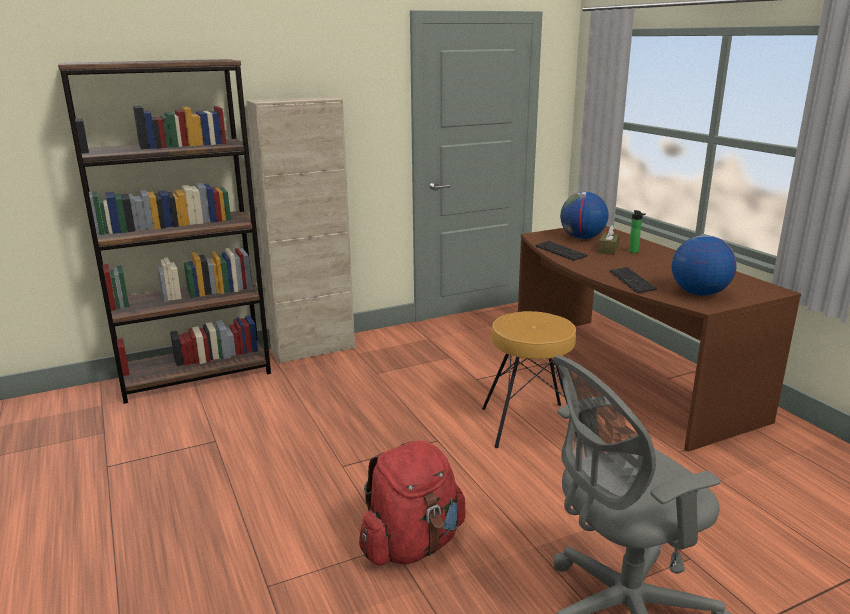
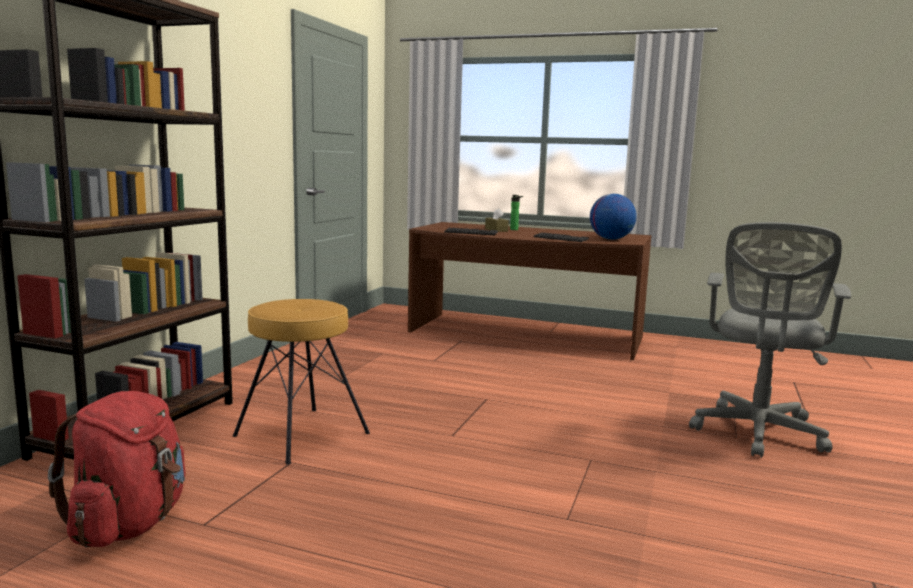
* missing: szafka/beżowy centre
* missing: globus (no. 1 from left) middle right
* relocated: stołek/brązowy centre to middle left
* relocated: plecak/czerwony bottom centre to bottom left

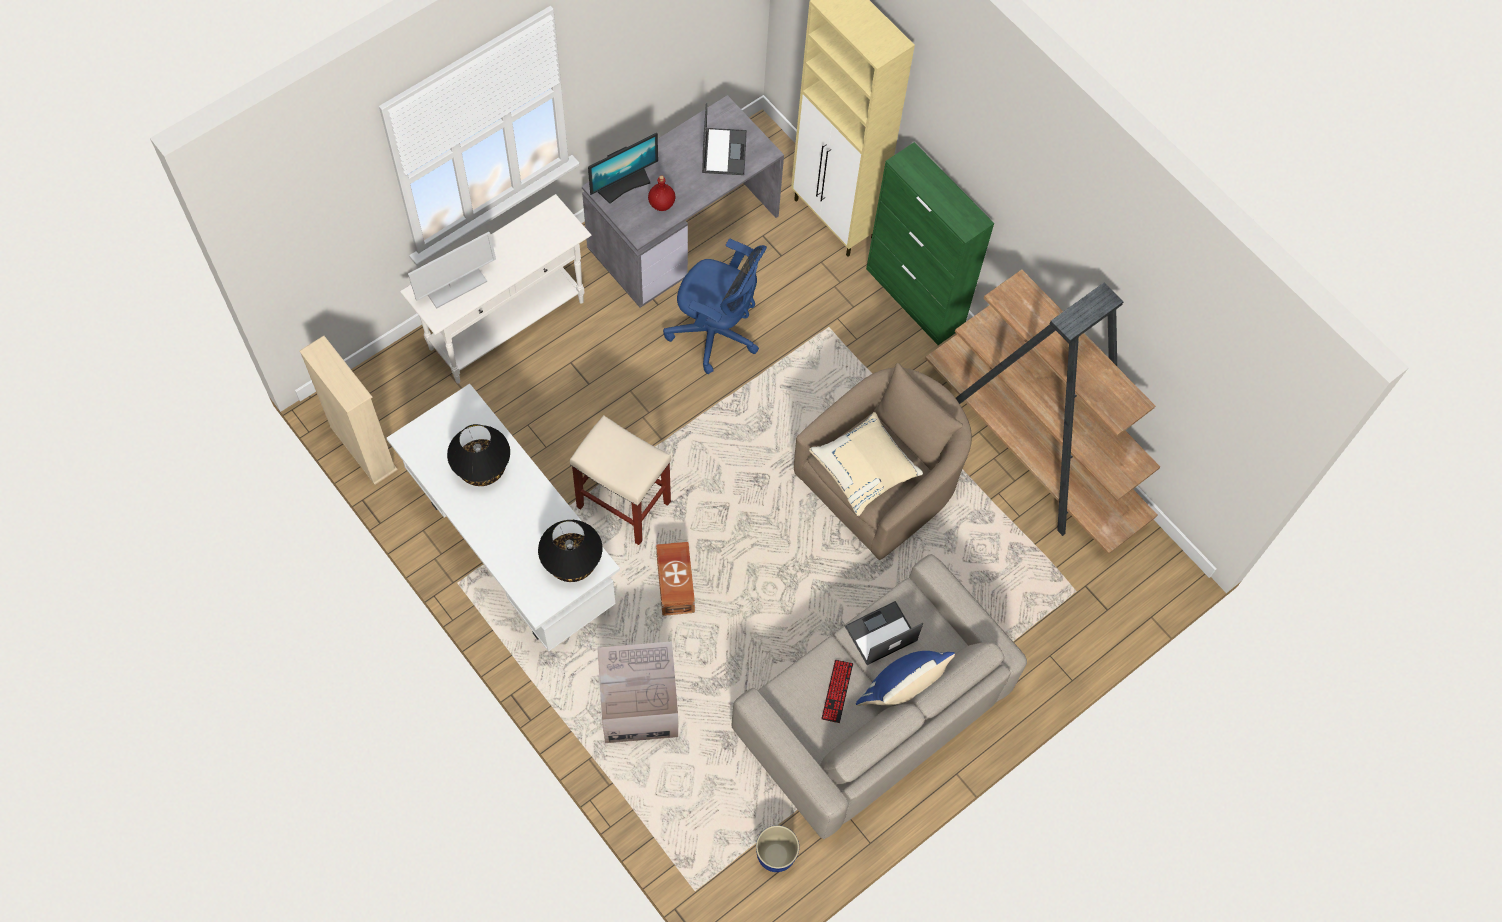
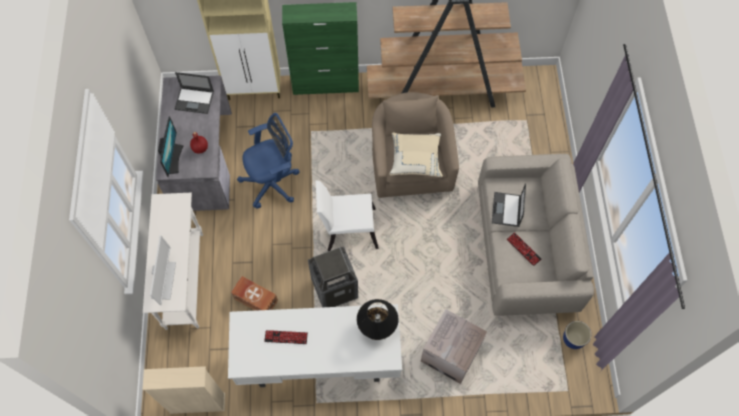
* spun: laptop (no. 1 from left) top centre = top left 150 degrees clockwise
* exchanged: stołek/beżowy centre to kosz na śmieci centre
* exchanged: lampa stołowa/czarny (no. 1 from left) middle left to klawiatura (no. 1 from left) bottom centre
* relocated: pojemnik do przechowywania/brązowy centre to bottom centre
* missing: poduszka/niebieski bottom centre
* appeared: krzesło/biały centre

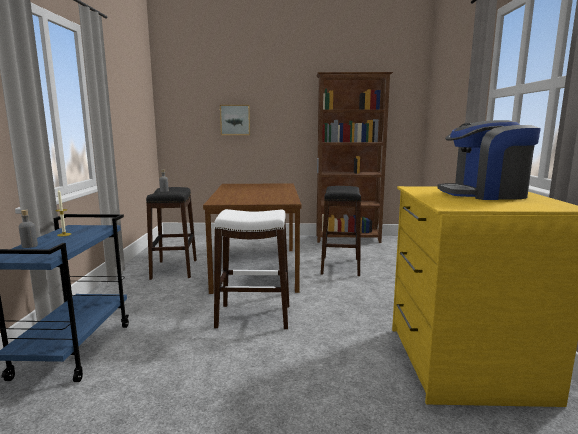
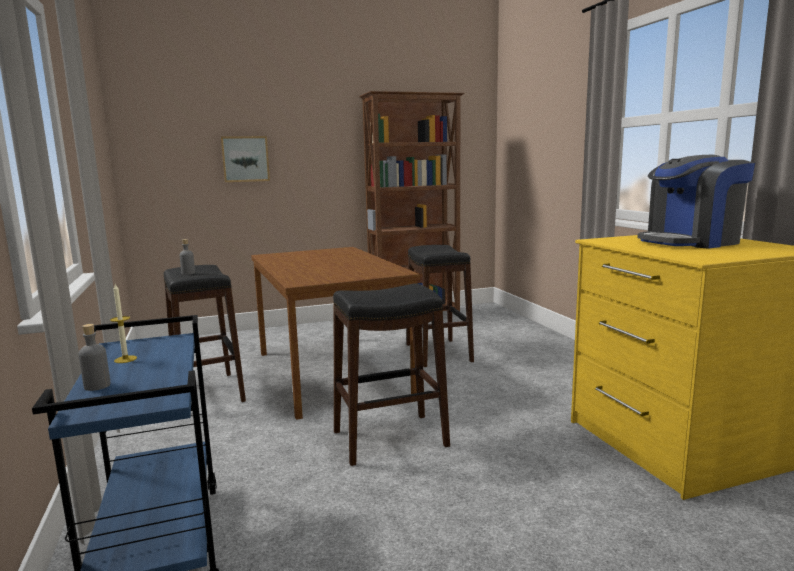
* colour: stołek/biały centre to stołek/czarny (no. 2 from left) centre

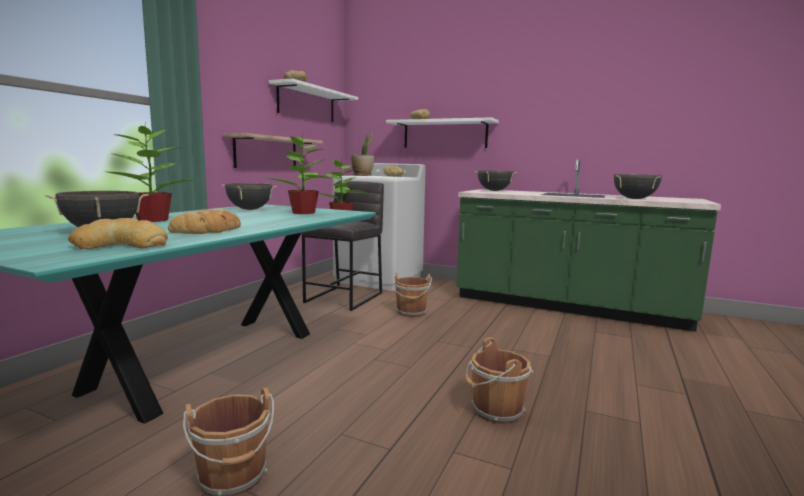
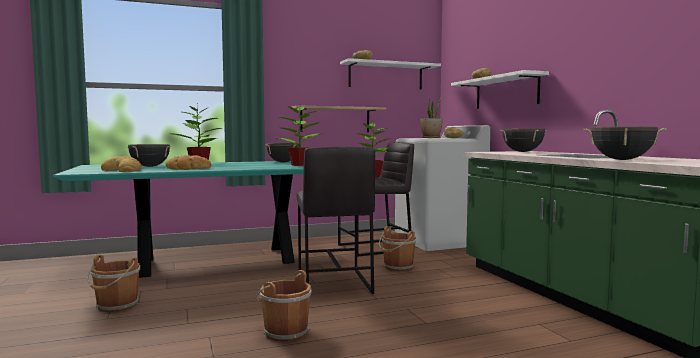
* appeared: stołek/szary (no. 1 from left) centre

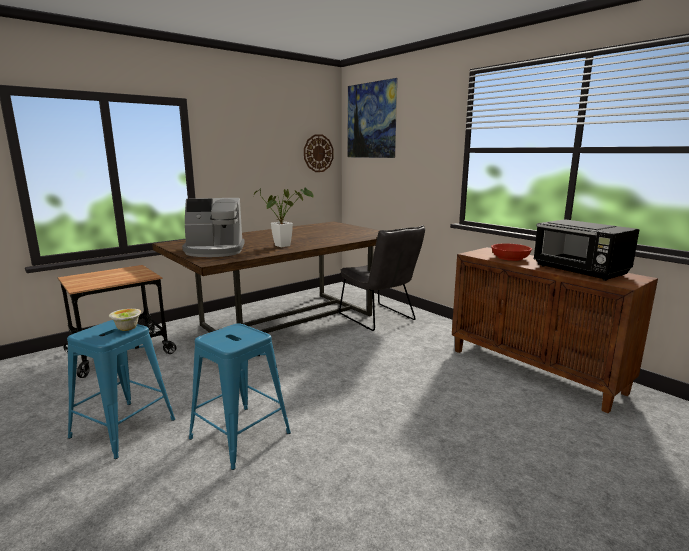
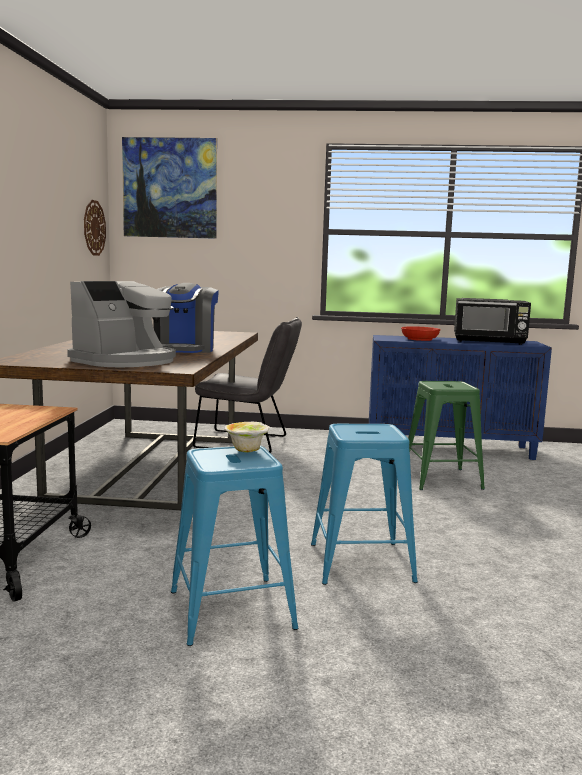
* exchanged: roślina doniczkowa centre to ekspres do kawy (no. 2 from left) middle left
* colour: szafka/brązowy middle right to szafka/niebieski middle right
* appeared: stołek/zielony middle right

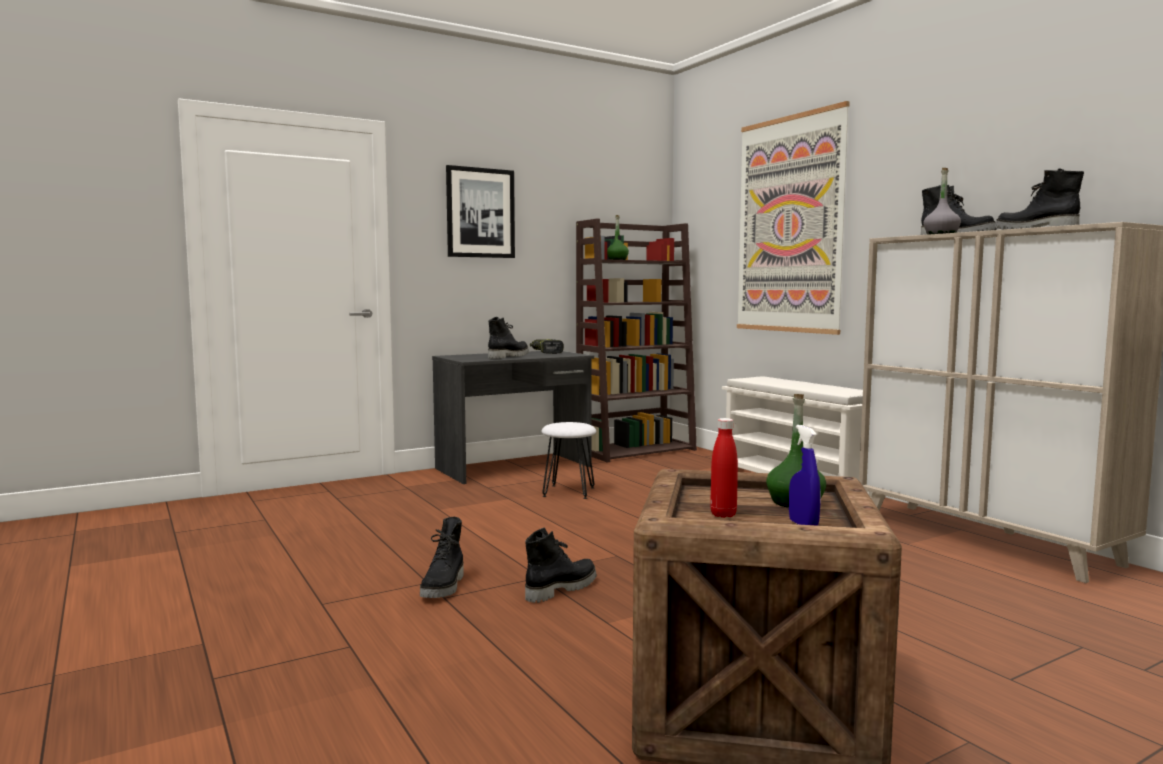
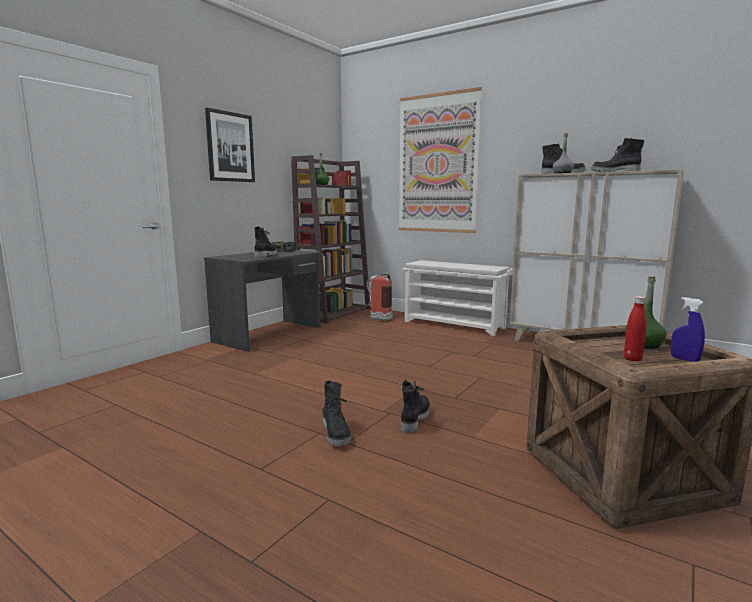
* missing: stołek/biały centre
* appeared: gaśnica centre

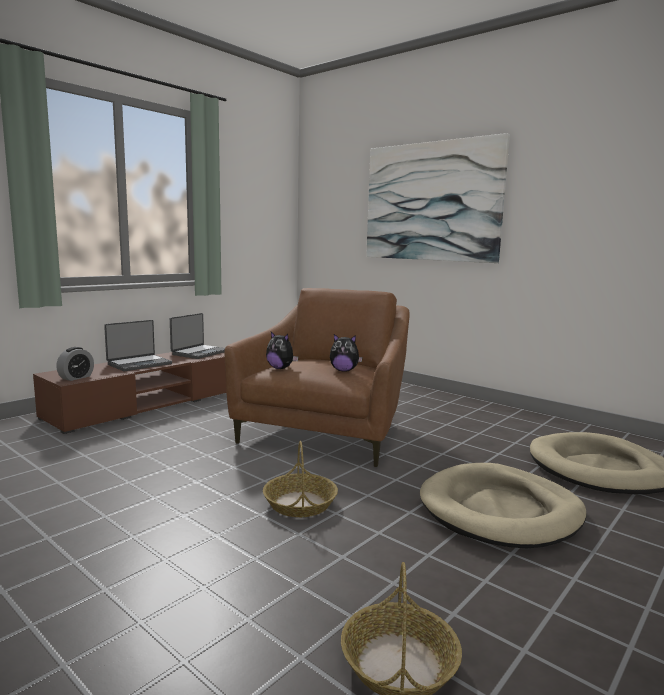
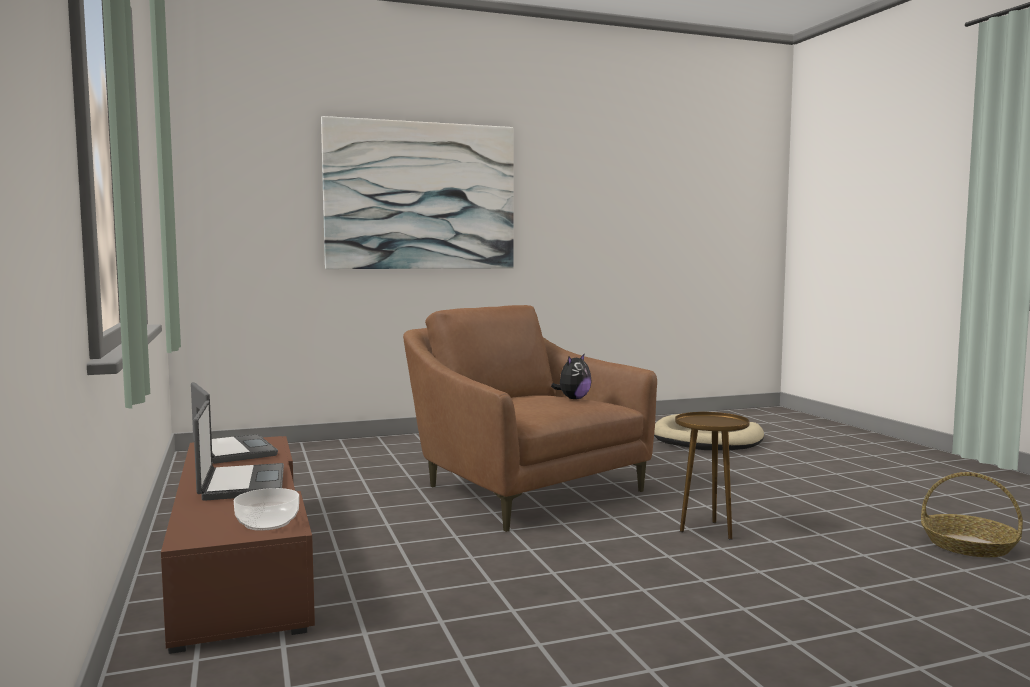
* missing: pluszak (no. 1 from left) centre
* exchanged: budzik middle left to miska bottom left
* exchanged: koszyk (no. 1 from left) bottom centre to stolik/brązowy bottom right
* missing: legowisko/beżowy (no. 1 from left) bottom right

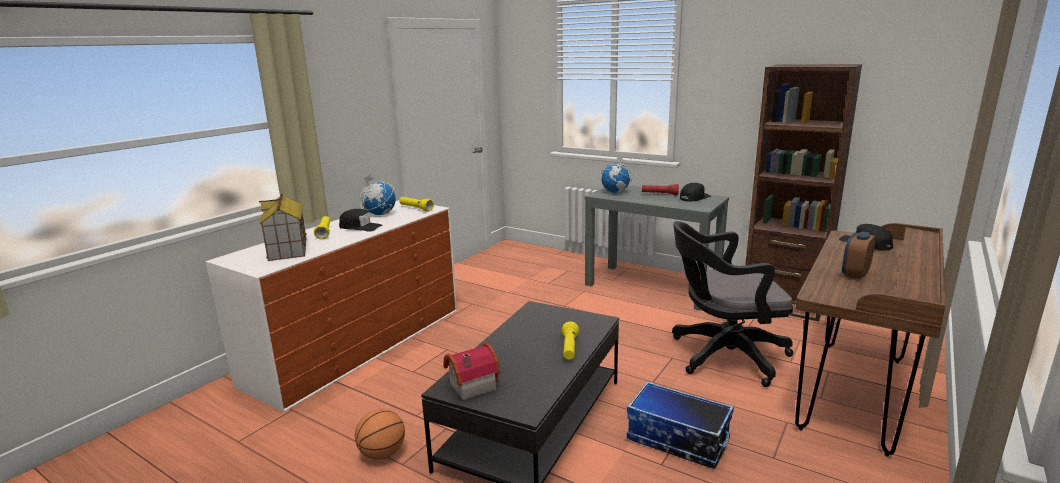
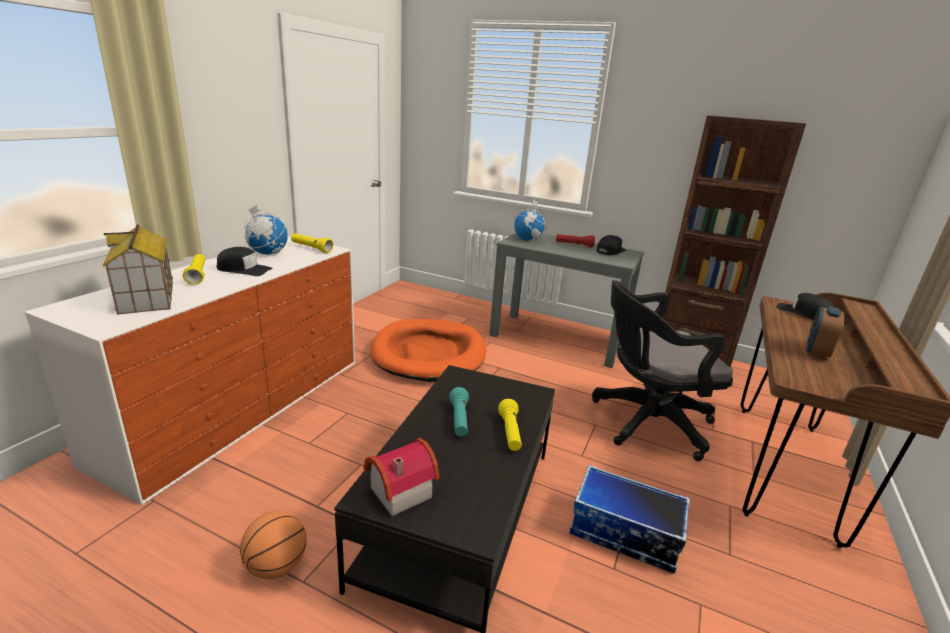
* appeared: legowisko/pomarańczowy centre
* appeared: latarka/turkusowy centre

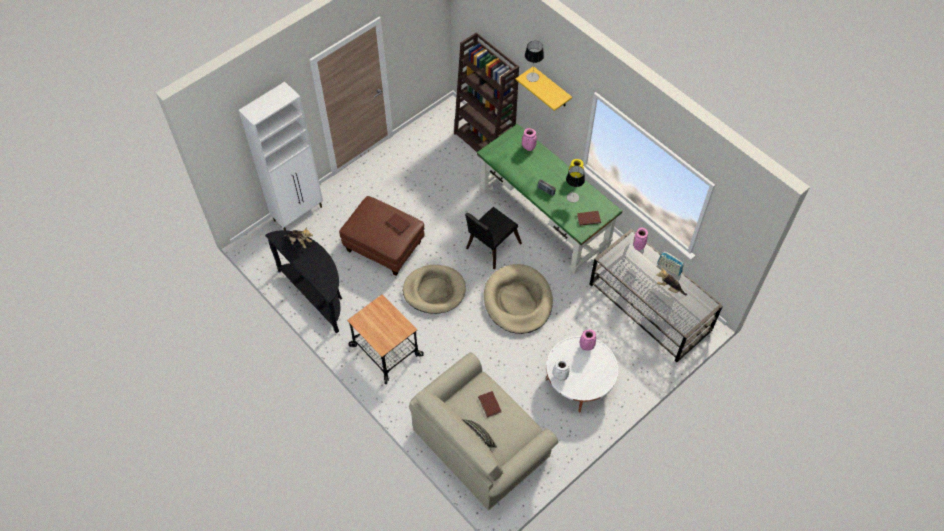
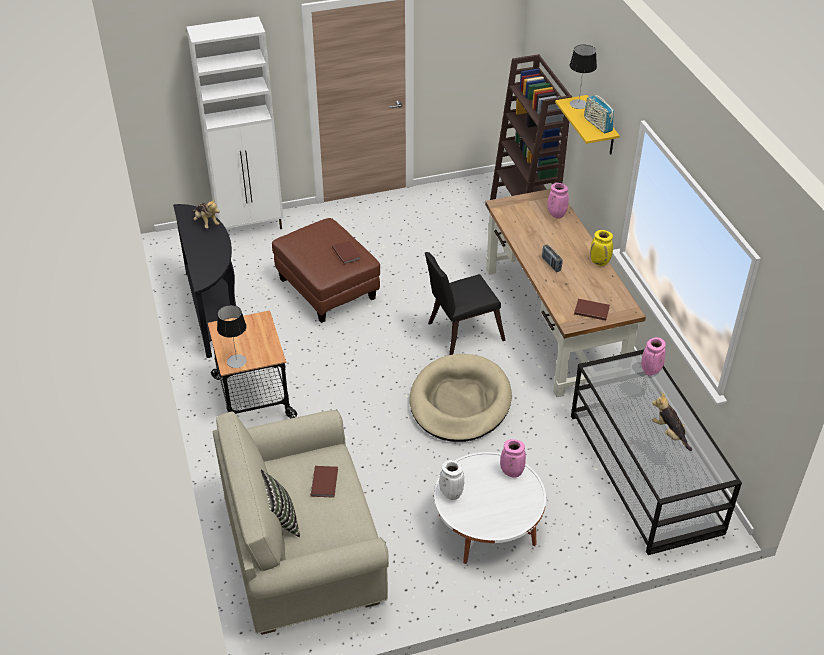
* colour: biurko/zielony centre to biurko/brązowy middle right
* relocated: lampa stołowa (no. 2 from left in the first image) centre to lampa stołowa (no. 1 from left) middle left
* relocated: radio (no. 2 from left) middle right to top right
* missing: legowisko/beżowy (no. 1 from left) centre

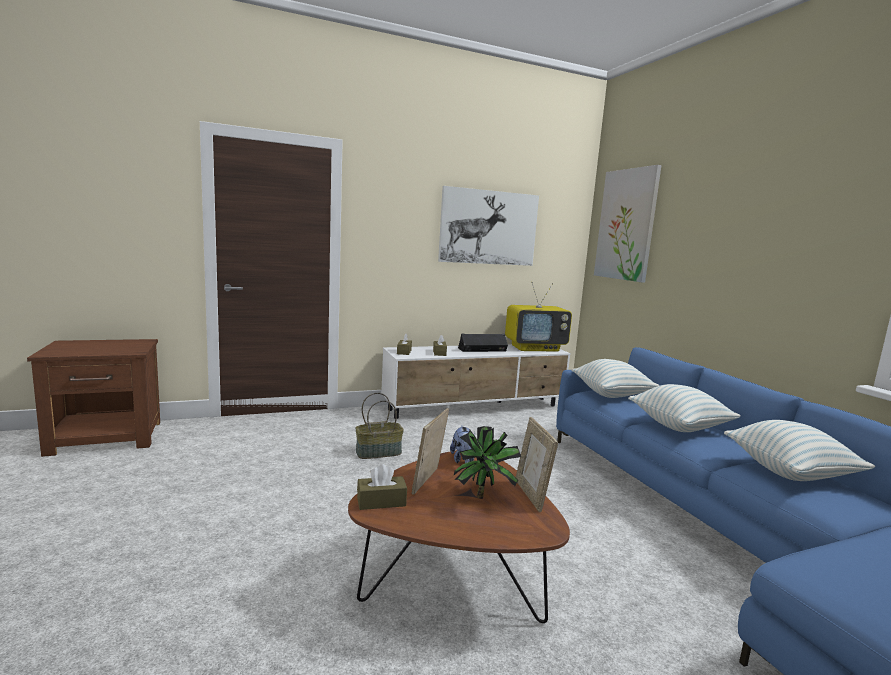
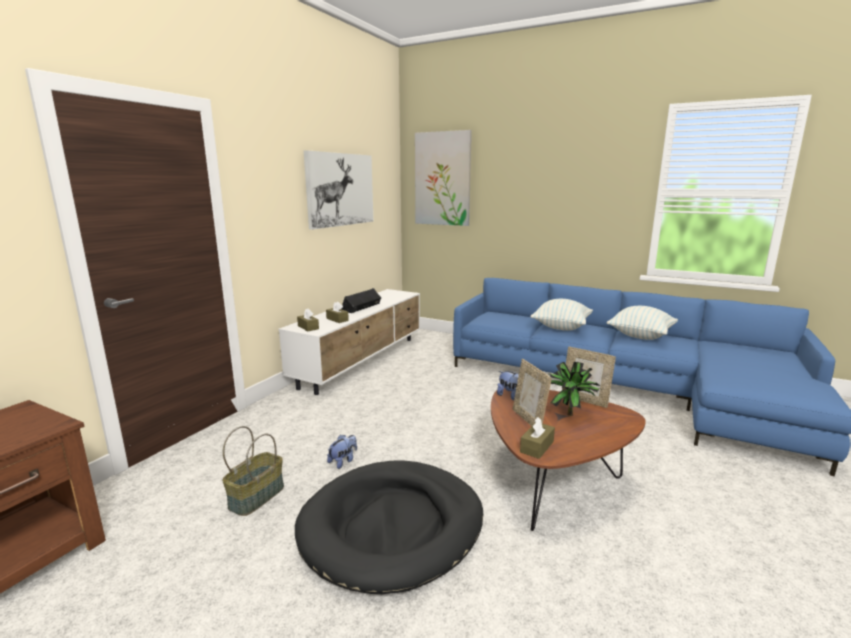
* missing: telewizor centre
* missing: poduszka (no. 1 from left) middle right
* relocated: koszyk centre to bottom left
* appeared: pluszak (no. 1 from left) bottom centre
* appeared: legowisko/czarny bottom centre

